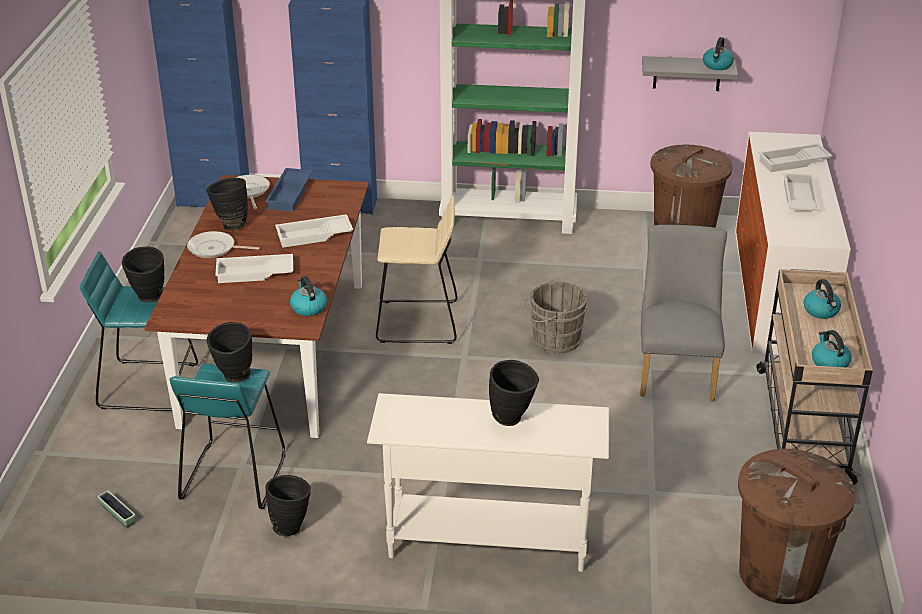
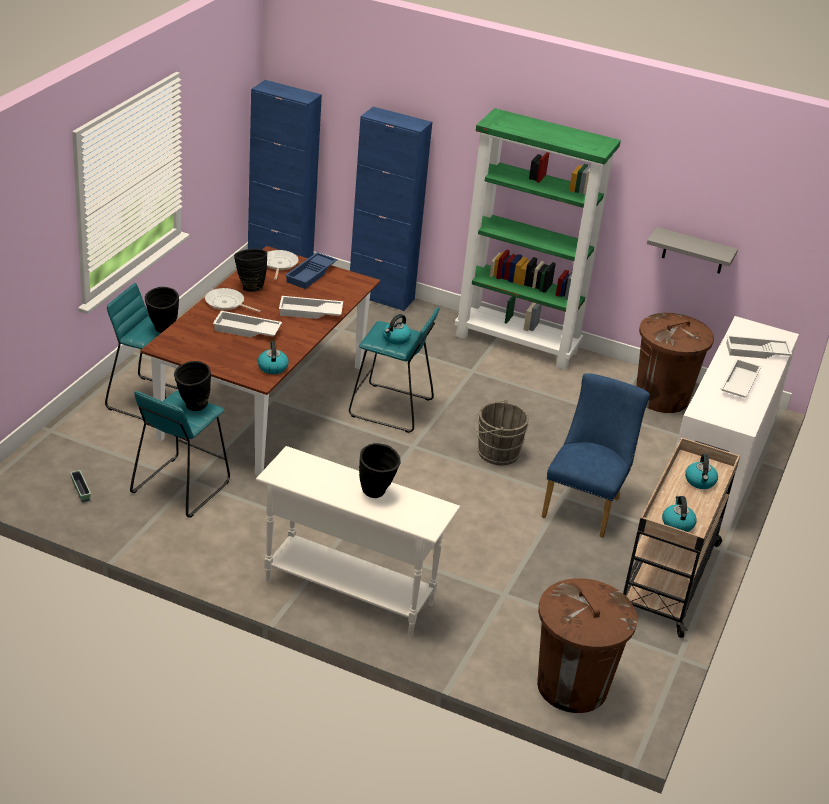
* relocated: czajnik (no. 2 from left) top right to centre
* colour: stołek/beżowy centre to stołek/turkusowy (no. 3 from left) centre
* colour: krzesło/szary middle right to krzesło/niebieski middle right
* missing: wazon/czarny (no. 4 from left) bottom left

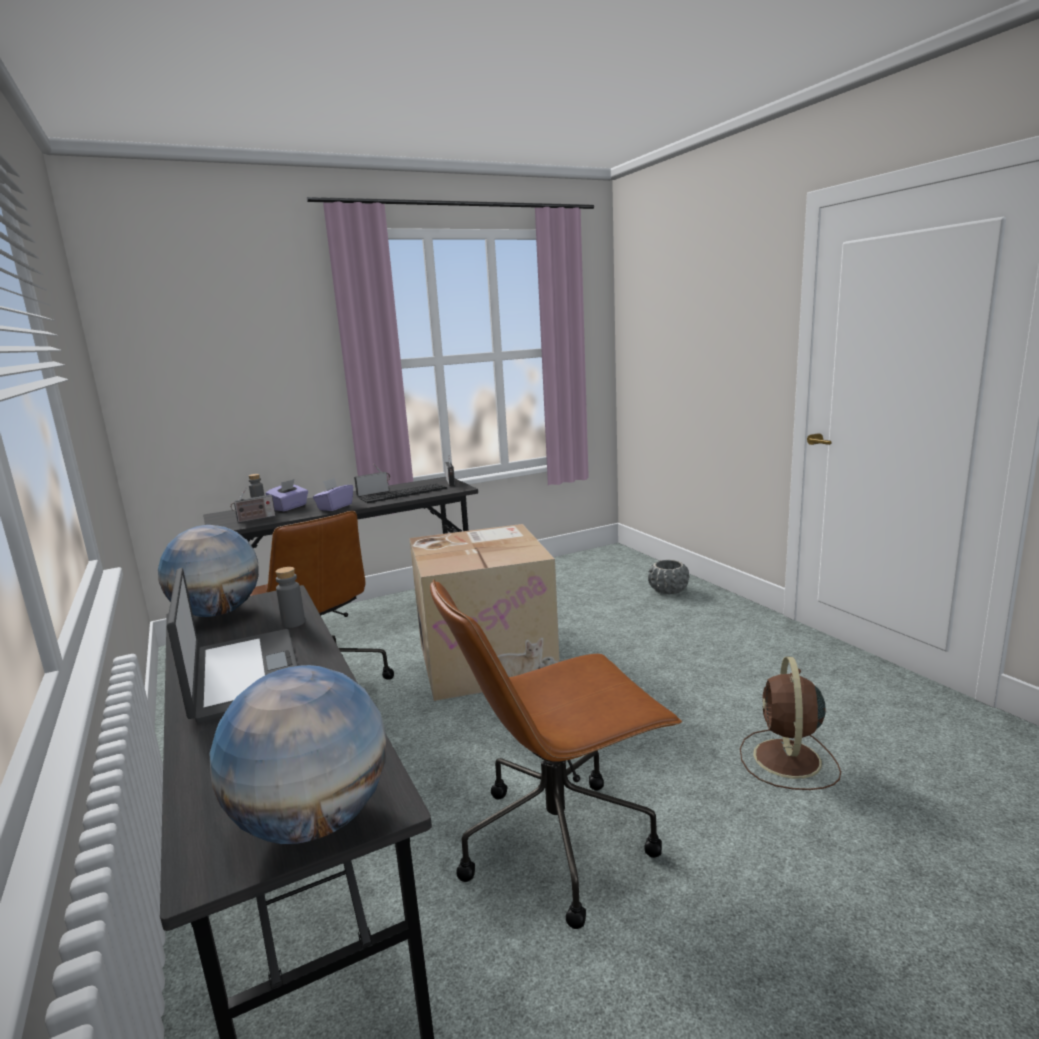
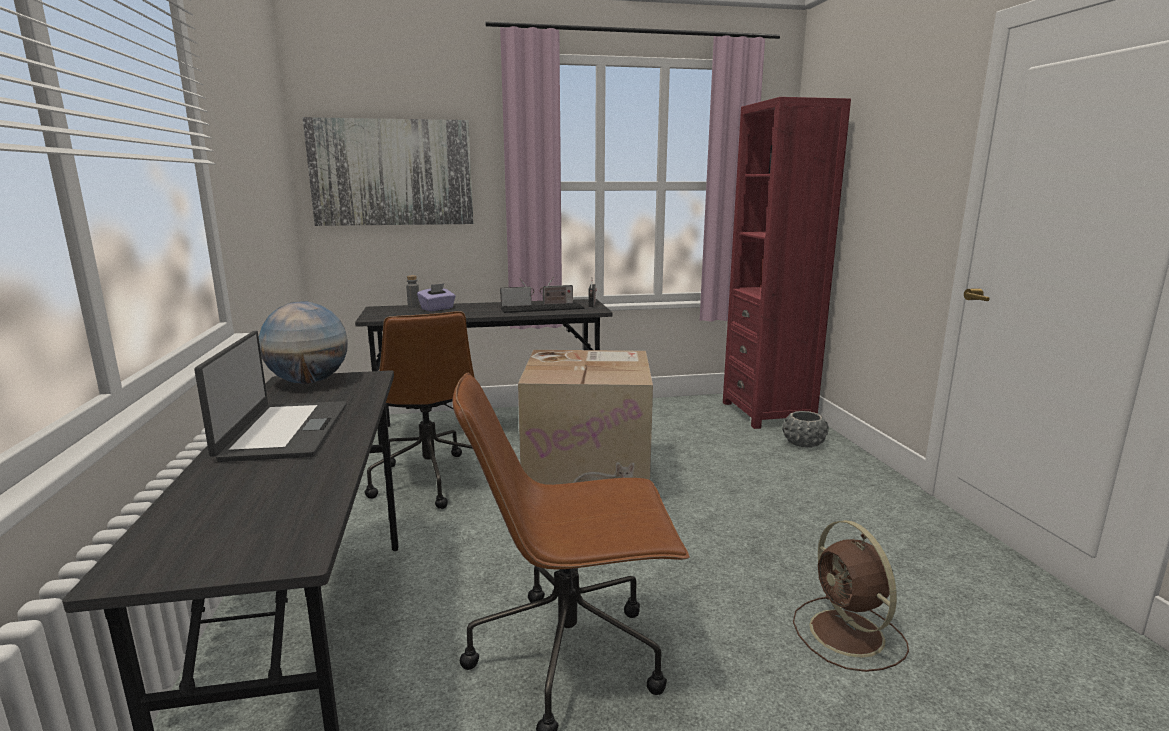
* missing: pudełko chusteczek/fioletowy (no. 2 from left) middle left
* relocated: radio (no. 1 from left in the first image) middle left to radio (no. 2 from left) centre
* missing: butelka/szary (no. 2 from left) middle left
* spun: wentylator/brązowy bottom right = bottom right 45 degrees counterclockwise
* missing: globus (no. 2 from left) bottom left
* appeared: regał/czerwony middle right
* appeared: obraz top left

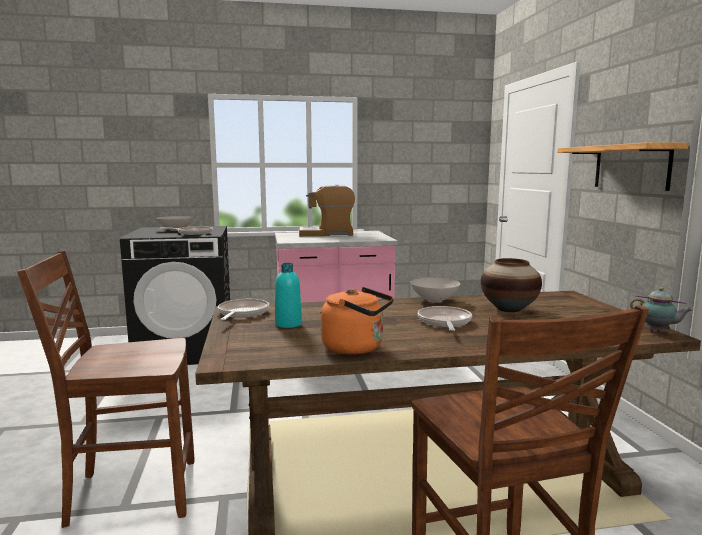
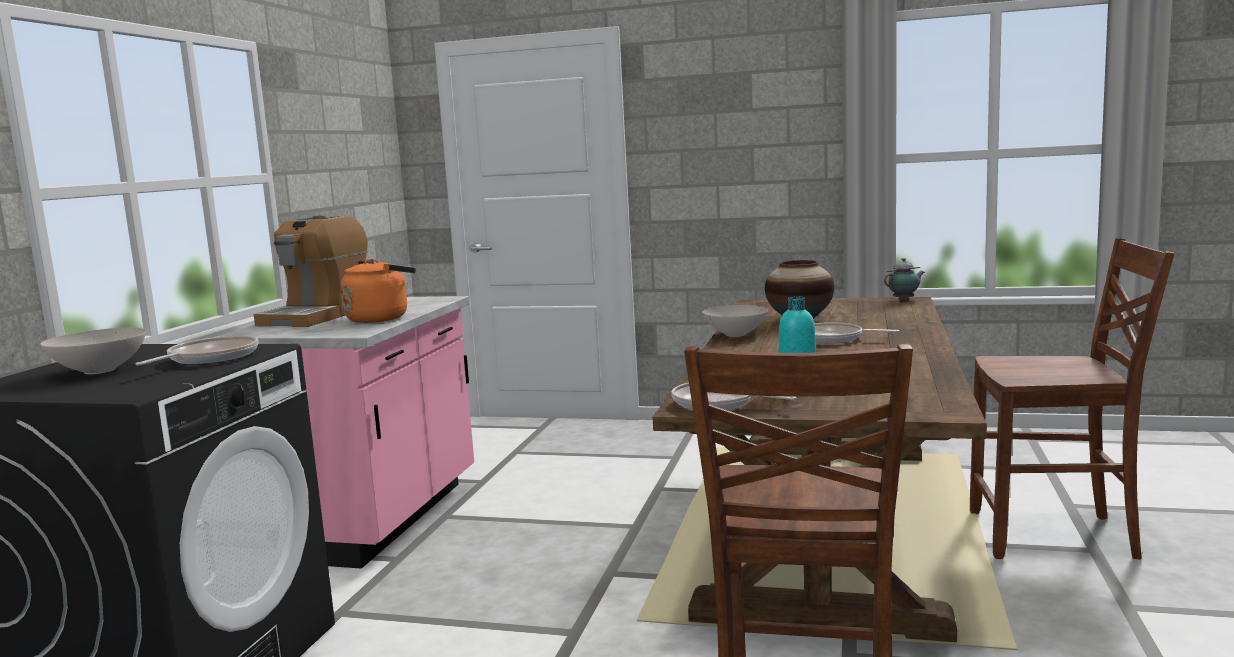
* missing: półka top right
* relocated: czajnik/pomarańczowy centre to middle left

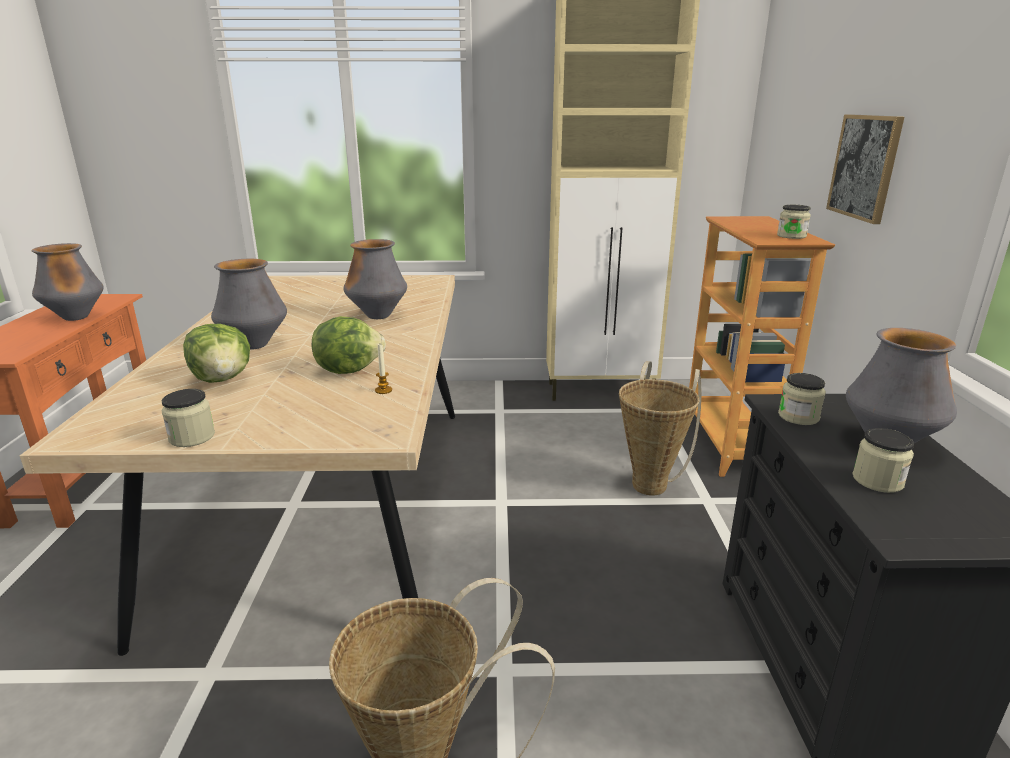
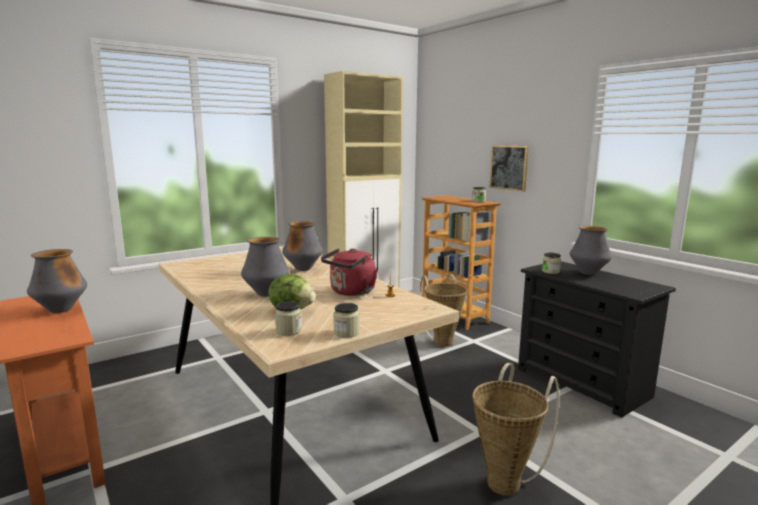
* exchanged: sałata (no. 2 from left) centre to czajnik/czerwony centre
* relocated: słoik (no. 4 from left in the first image) middle right to słoik (no. 1 from left) centre

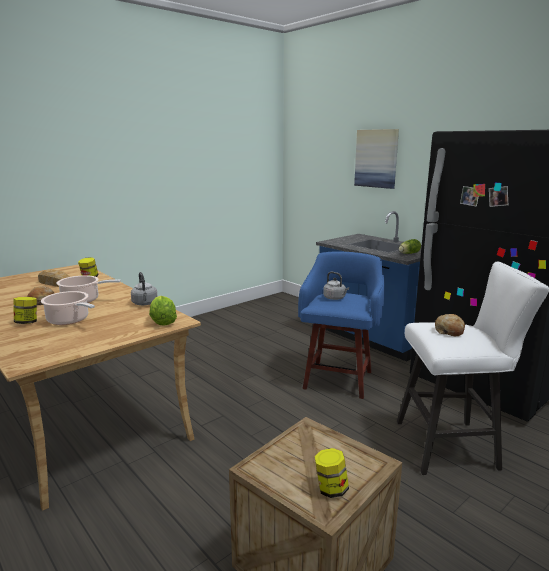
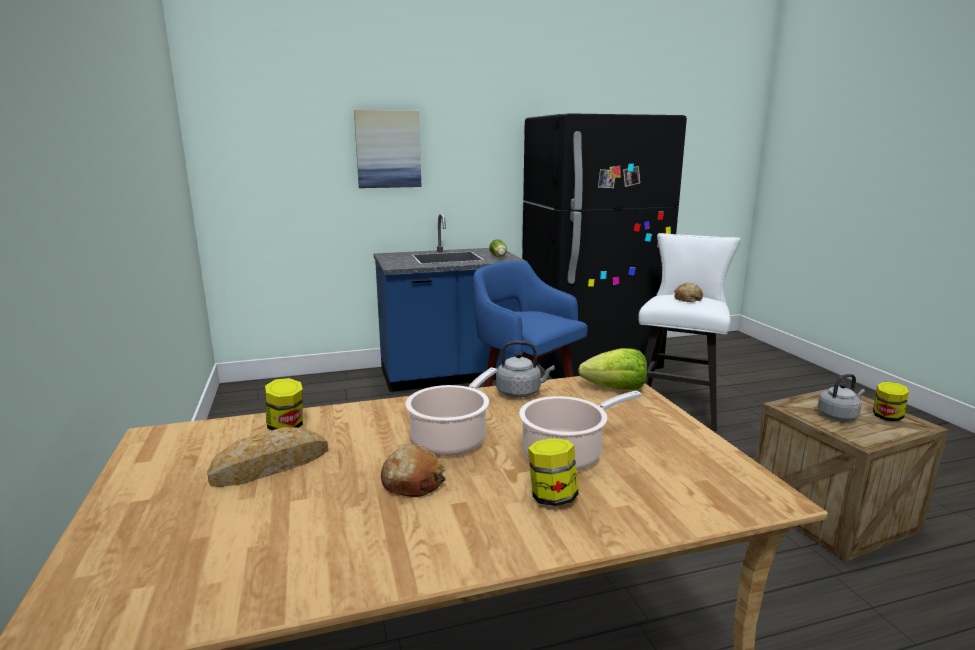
* relocated: czajnik/szary (no. 2 from left) centre to middle right

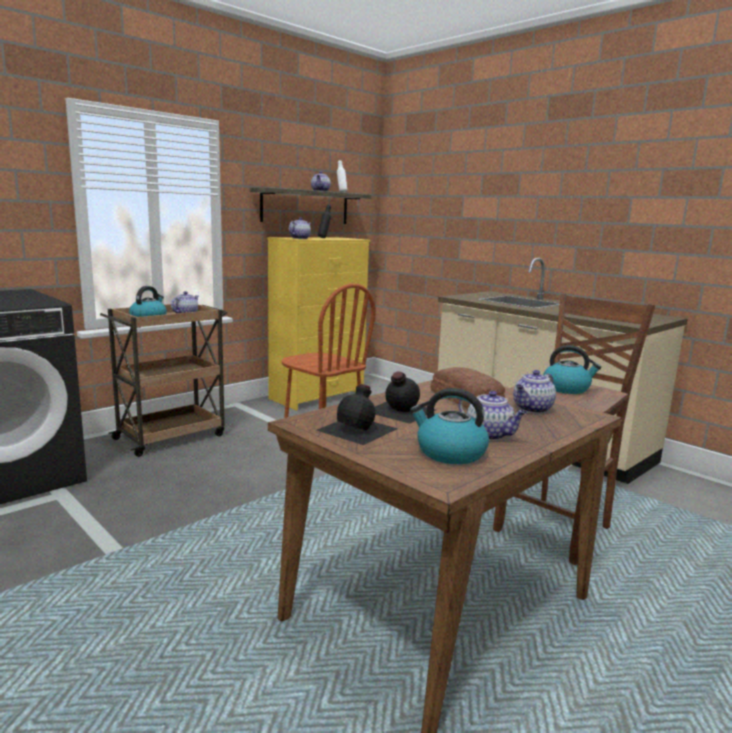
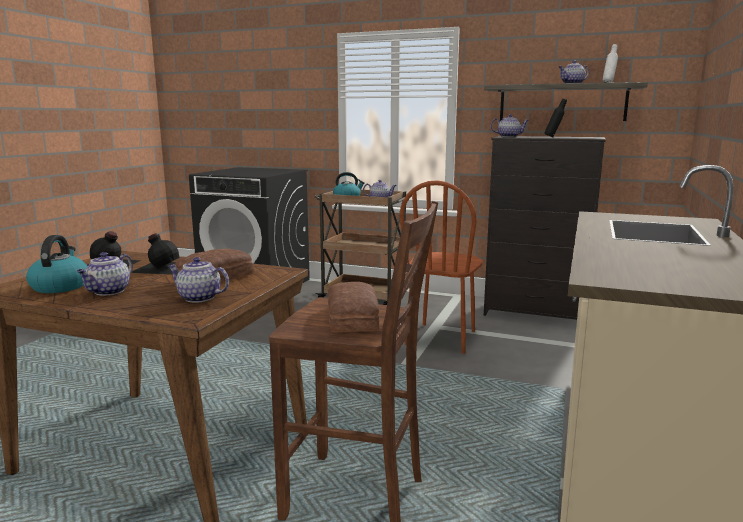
* colour: komoda/żółty centre to komoda/czarny middle right
* exchanged: czajnik (no. 3 from left) middle right to chleb (no. 2 from left) centre

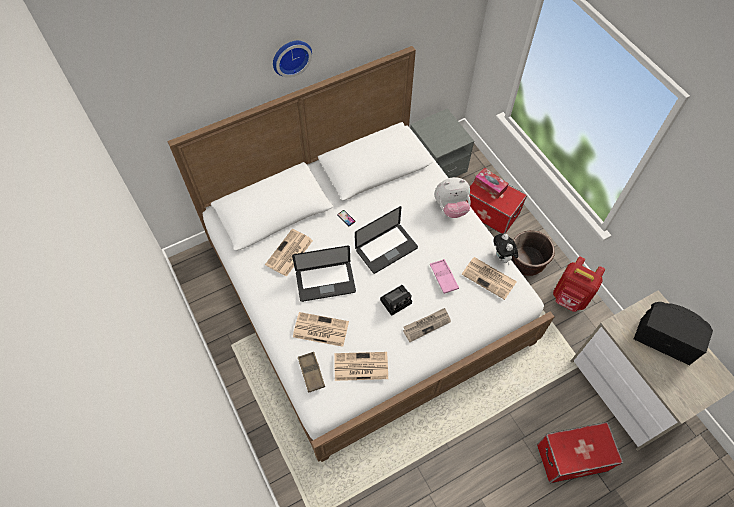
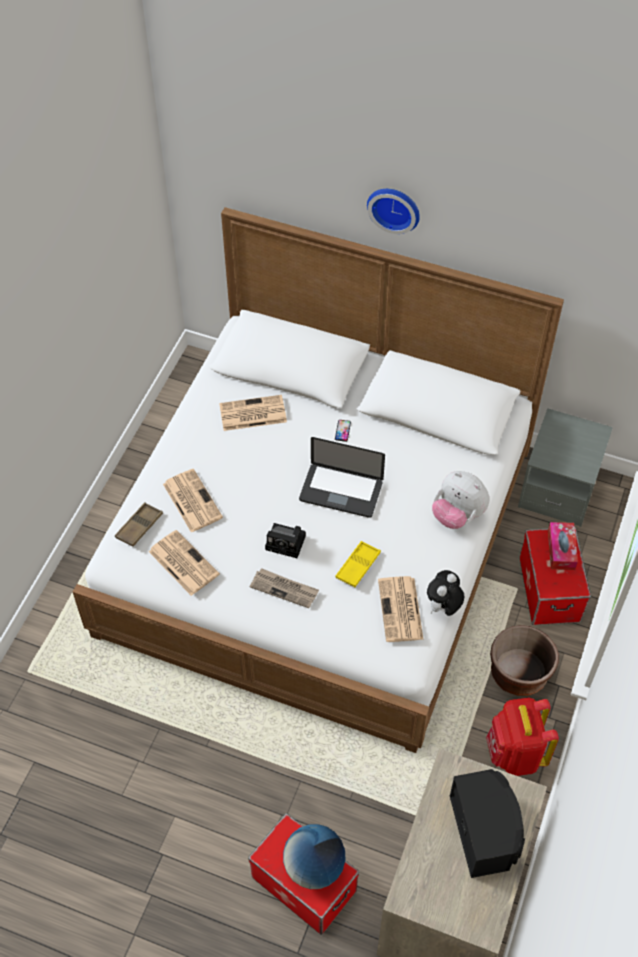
* missing: laptop (no. 1 from left) centre
* colour: taca/różowy centre to taca/żółty centre
* appeared: globus bottom centre

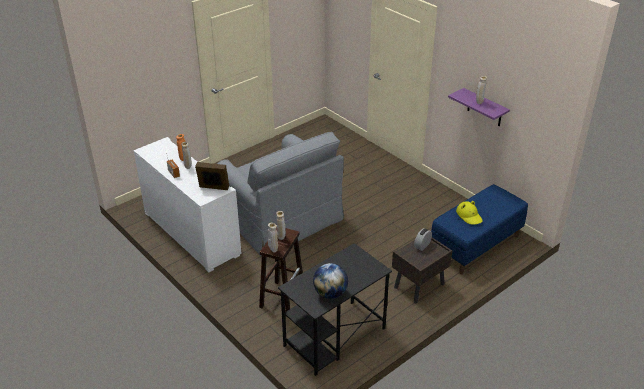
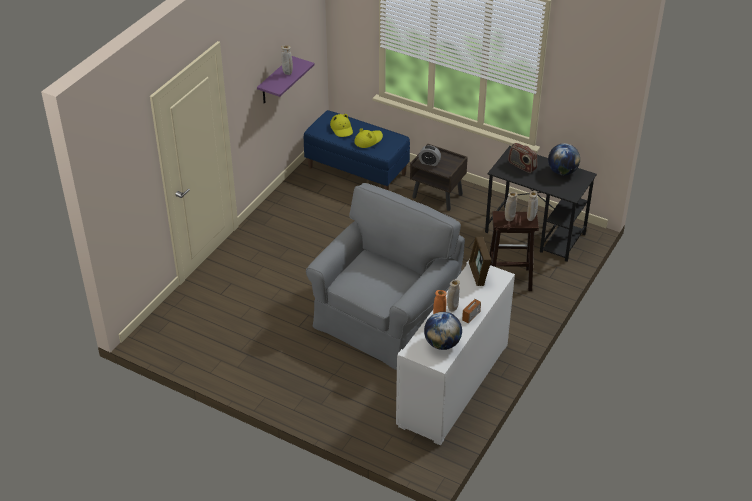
* appeared: kapelusz/żółty (no. 1 from left) top centre
* appeared: radio (no. 2 from left) top right
* appeared: globus (no. 1 from left) centre

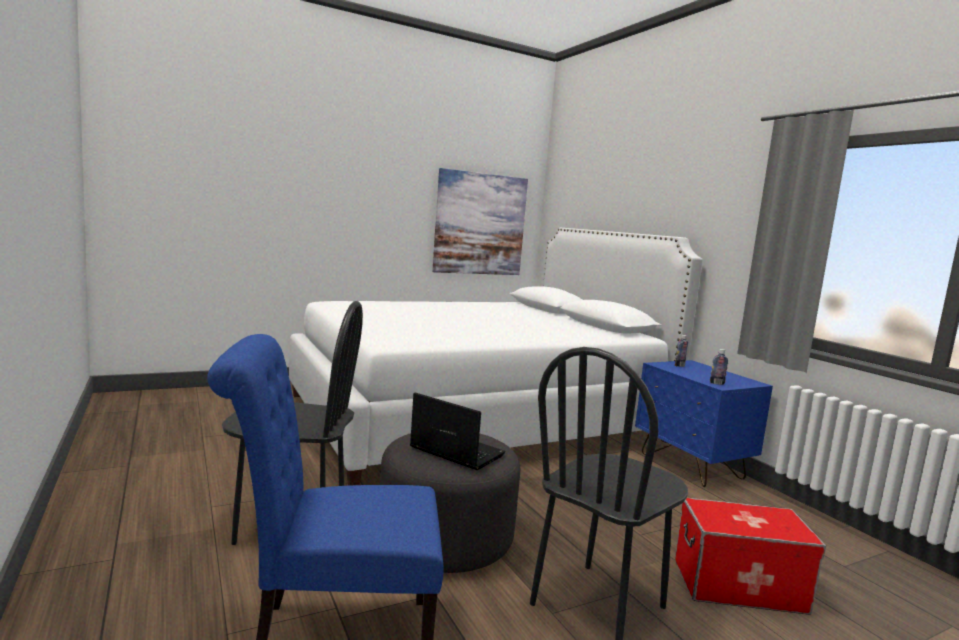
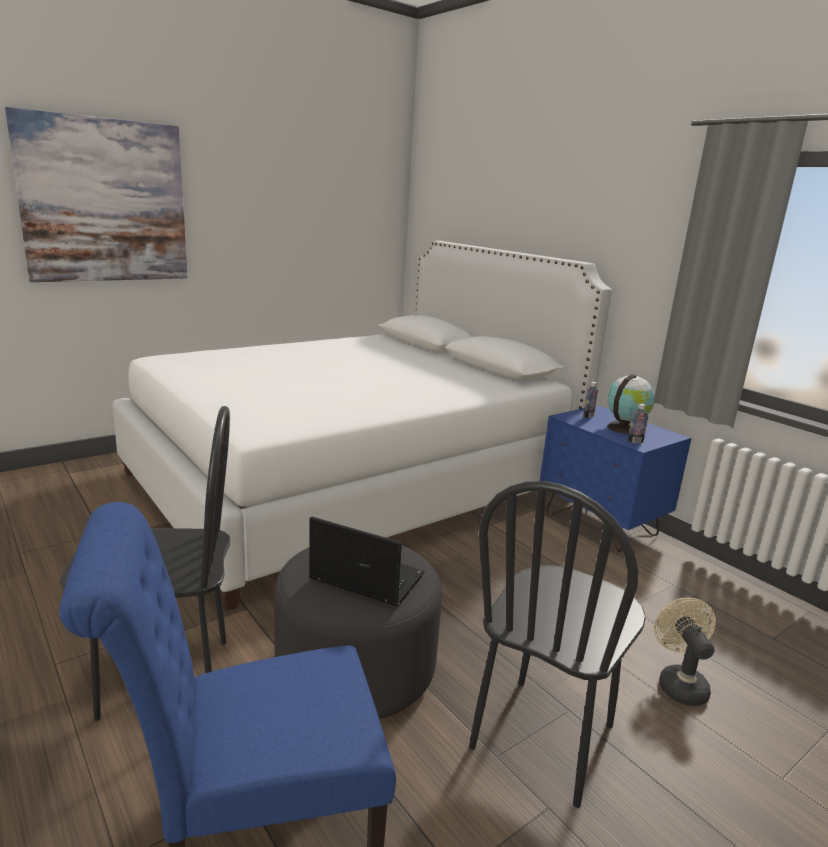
* relocated: obraz centre to top left
* exchanged: pojemnik do przechowywania bottom right to wentylator/beżowy bottom right
* appeared: globus middle right

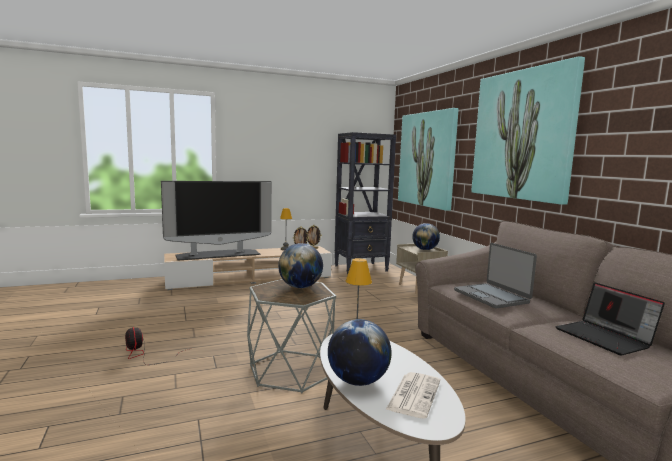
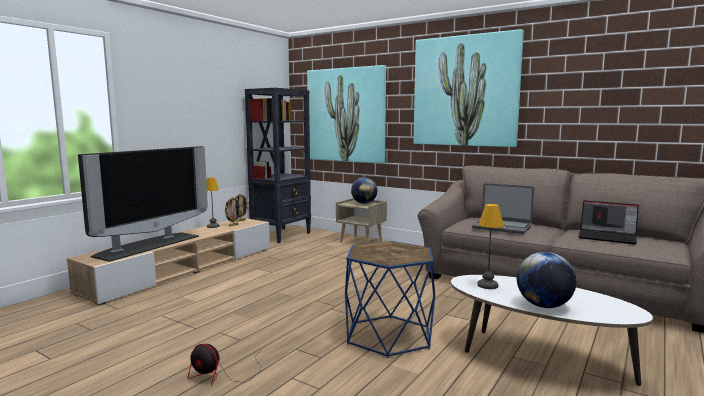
* missing: globus (no. 1 from left) centre
* colour: stolik/szary bottom centre to stolik/niebieski bottom centre
* missing: gazeta bottom centre

